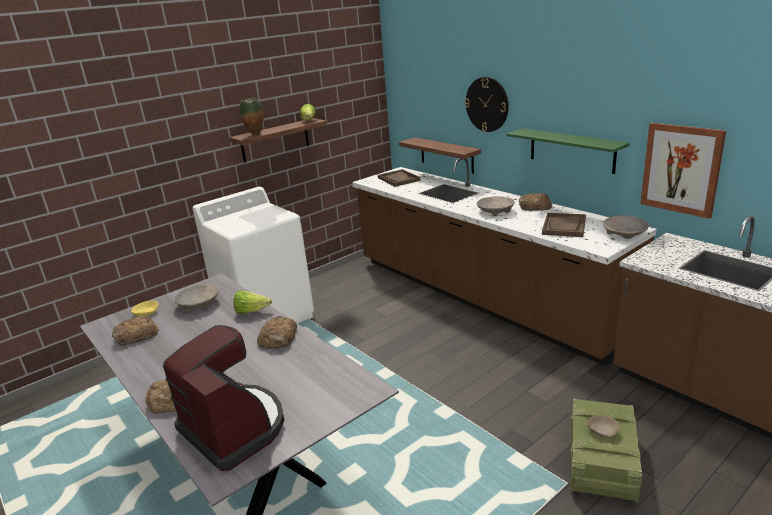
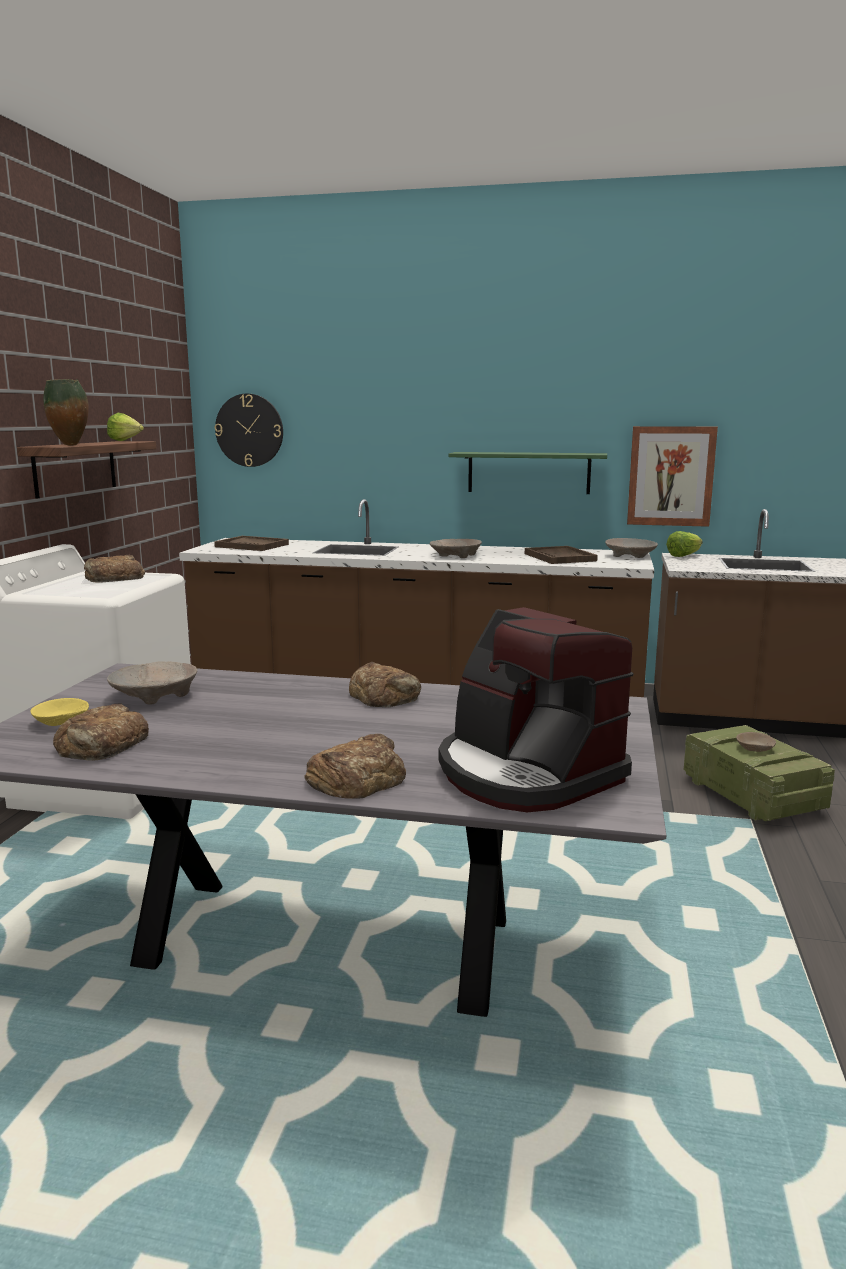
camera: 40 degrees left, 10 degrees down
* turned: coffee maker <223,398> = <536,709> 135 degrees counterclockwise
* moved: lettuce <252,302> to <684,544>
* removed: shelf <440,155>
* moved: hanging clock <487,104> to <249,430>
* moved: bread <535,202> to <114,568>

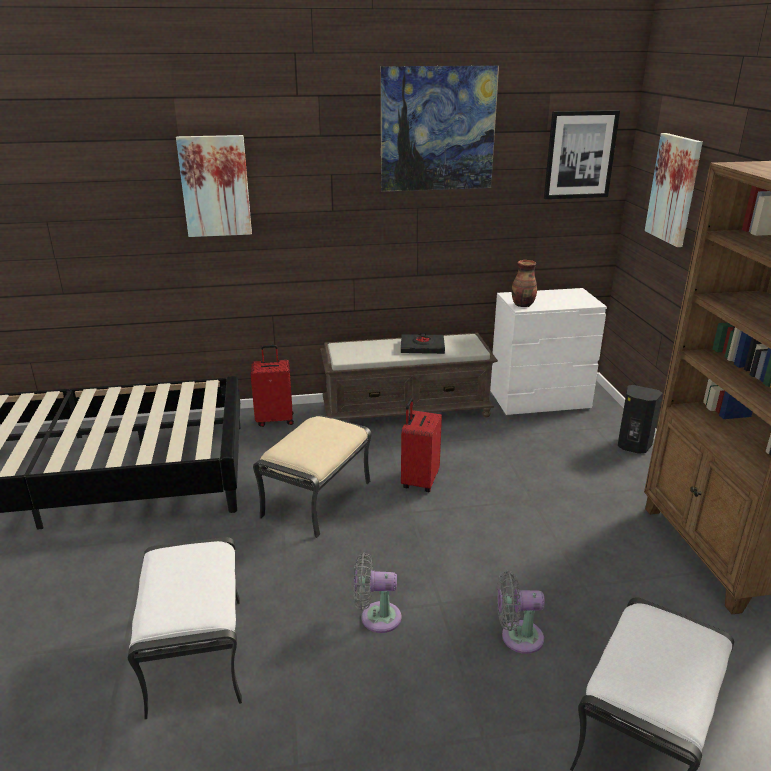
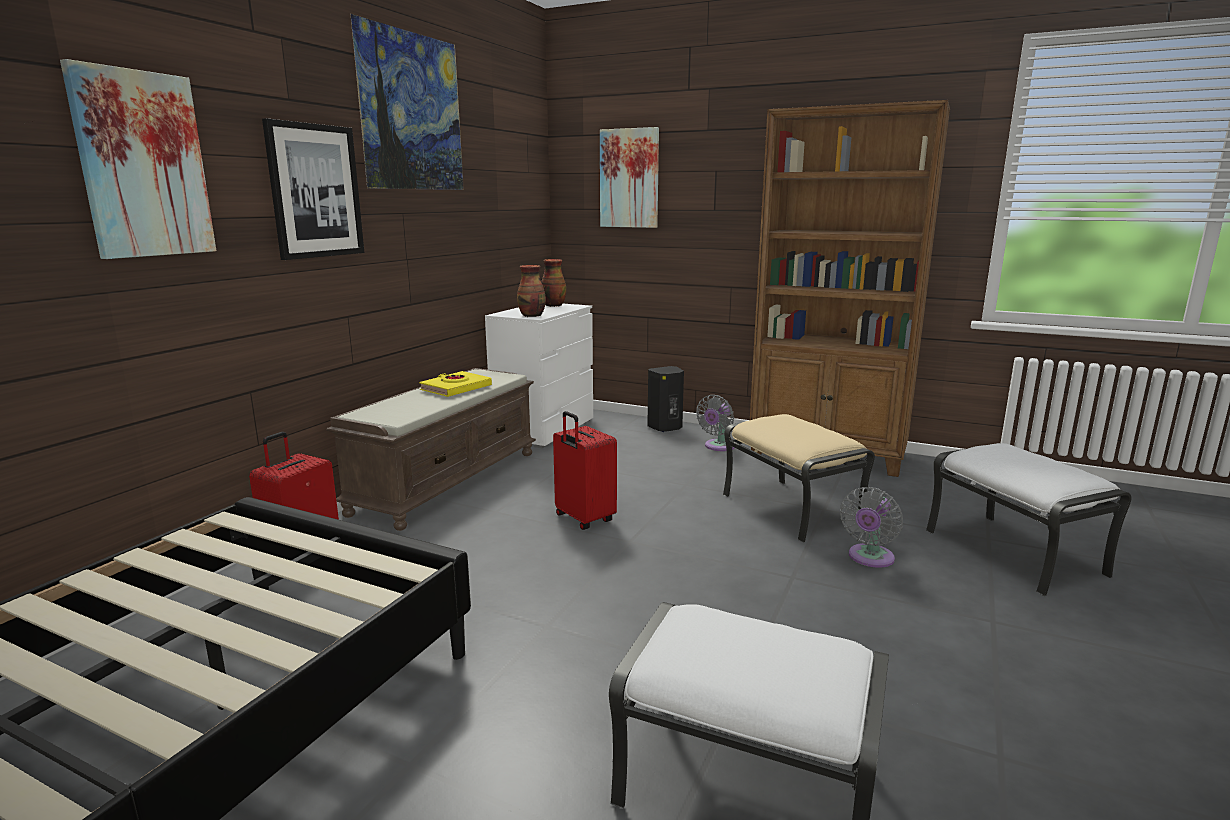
camera: 55 degrees left, 10 degrees down
* moved: ottoman (beige-coloured) <312,476> to <799,478>
* moved: fan (gray) <377,593> to <715,423>
* recoloured: volume (blackish) <423,343> to volume (yellowish) <455,384>
* moved: picture <582,154> to <313,189>
* added: flower vase <553,283>

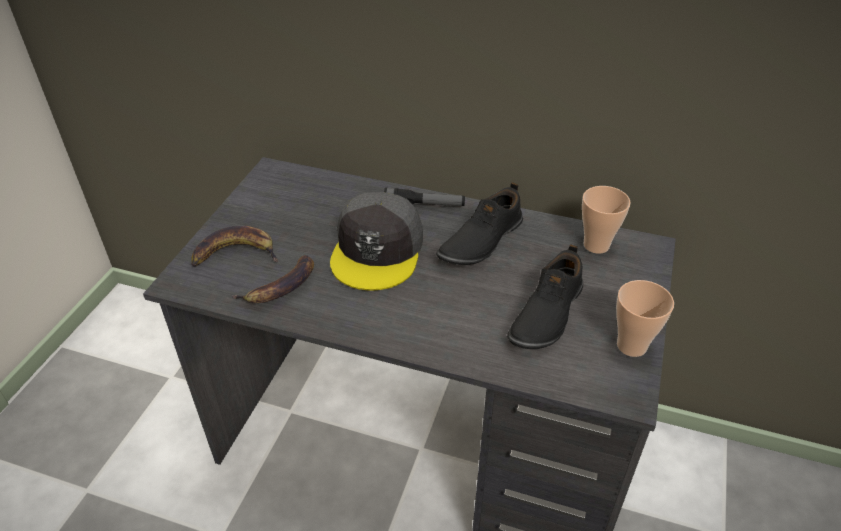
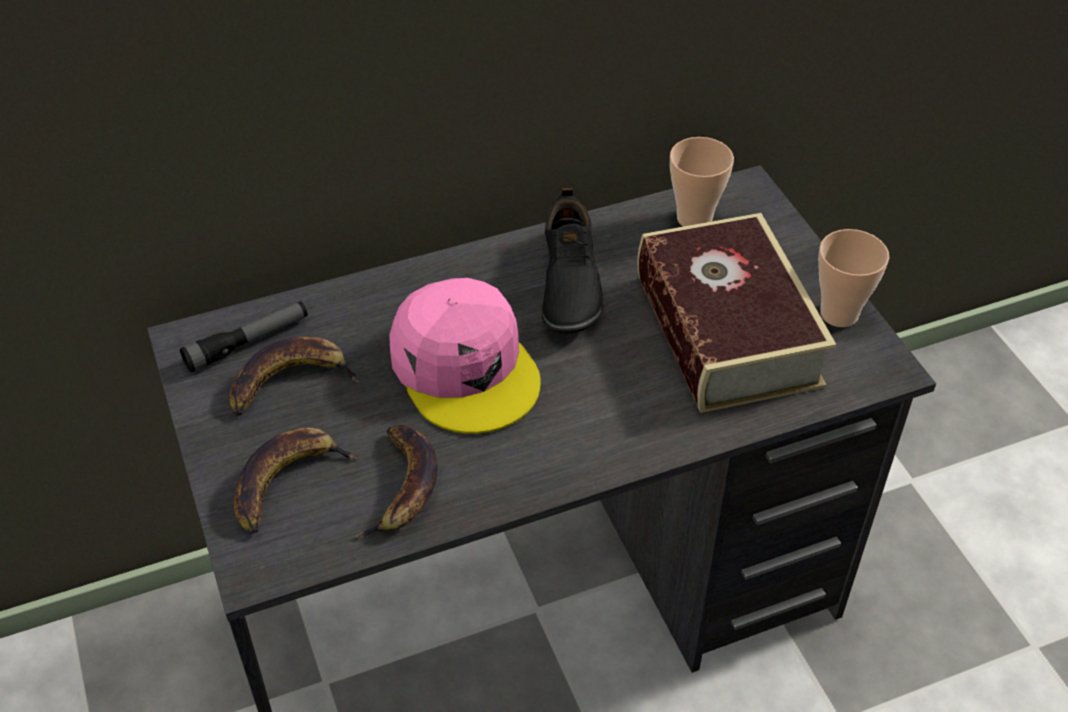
camera: 40 degrees left, 5 degrees up
* recoloured: peaked cap (gray) <376,241> to peaked cap (pink-coloured) <464,356>
* moved: flashlight <424,196> to <244,337>
* replaced: item of footwear (blackish) <545,296> to volume <736,313>
* added: whole banana <295,375>

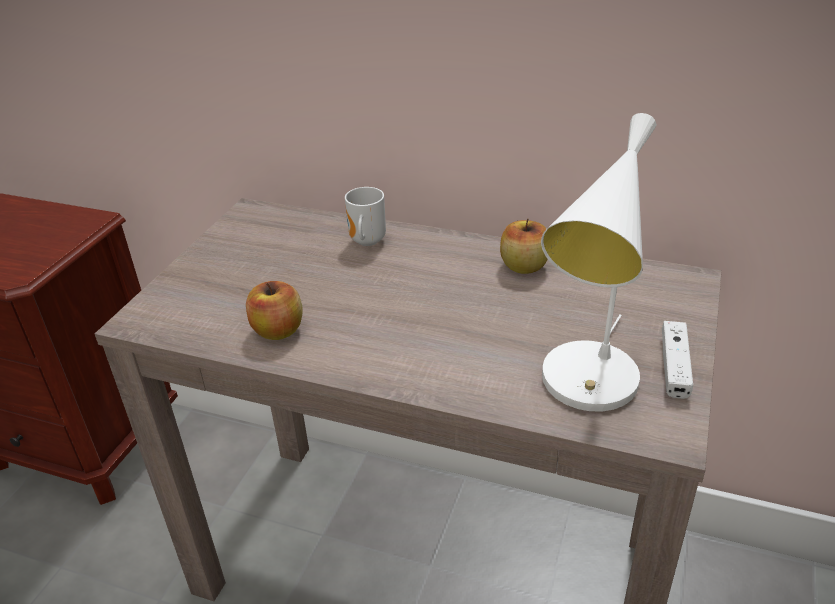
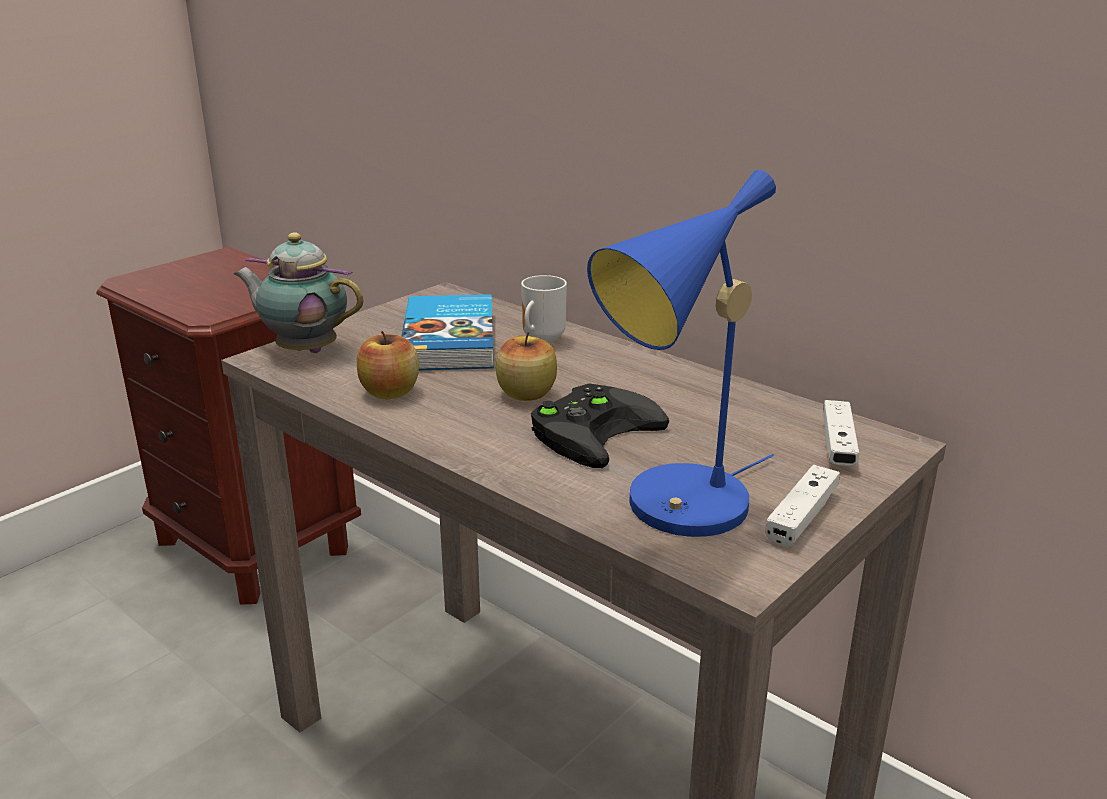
camera: 20 degrees right, 10 degrees down
* moved: apple <524,246> to <526,366>
* recoloured: lamp for a table (whitish) <599,262> to lamp for a table (blue-coloured) <681,353>
* added: teapot <299,292>
* added: volume <447,332>
* added: game controller (blackish) <600,425>
* added: game controller (whitish) <841,433>

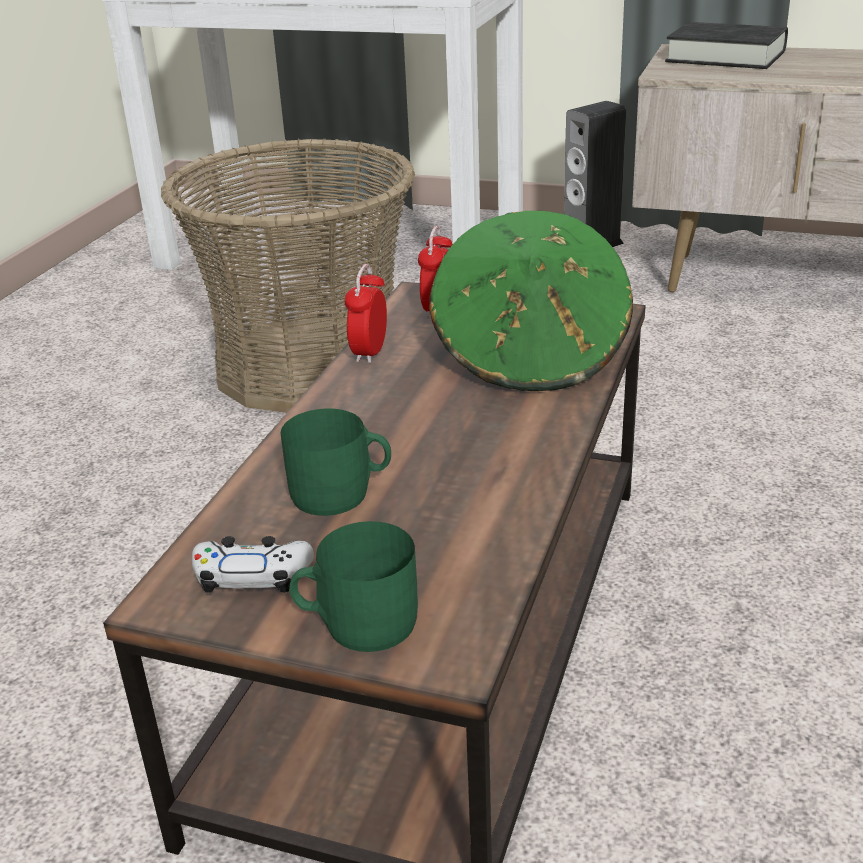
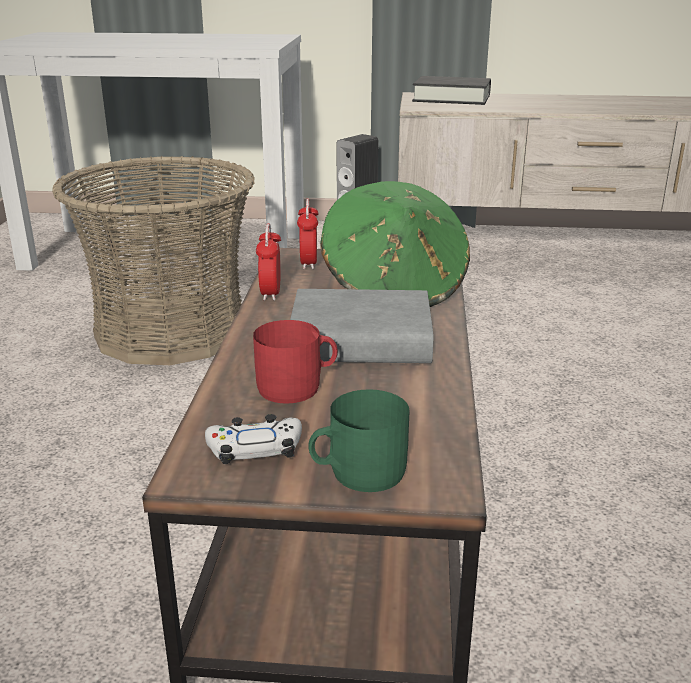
camera: 15 degrees left, 5 degrees down
* recoloured: coffee mug (greenish) <335,462> to coffee mug (reddish) <295,362>
* added: volume (gray) <361,326>

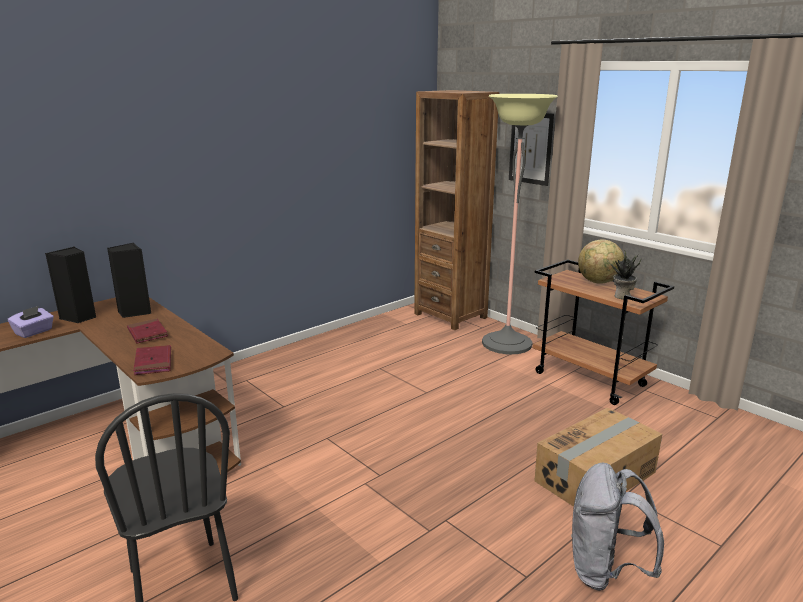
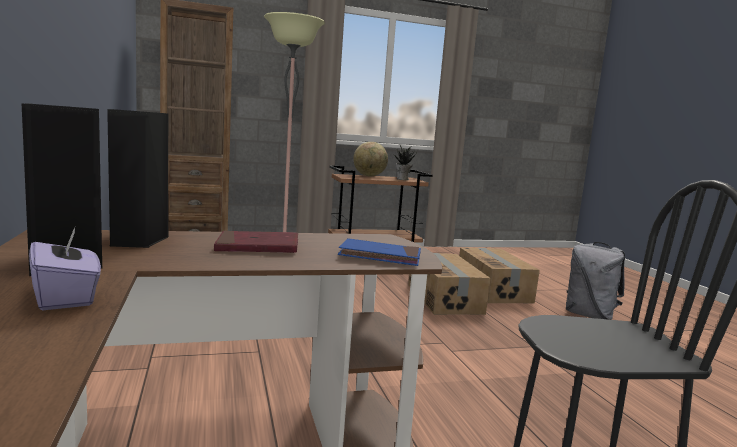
camera: 65 degrees left, 10 degrees down
* recoloured: volume (reddish) <152,360> to volume (blue-coloured) <379,252>
* removed: picture <531,149>
* added: cardboard box <449,284>

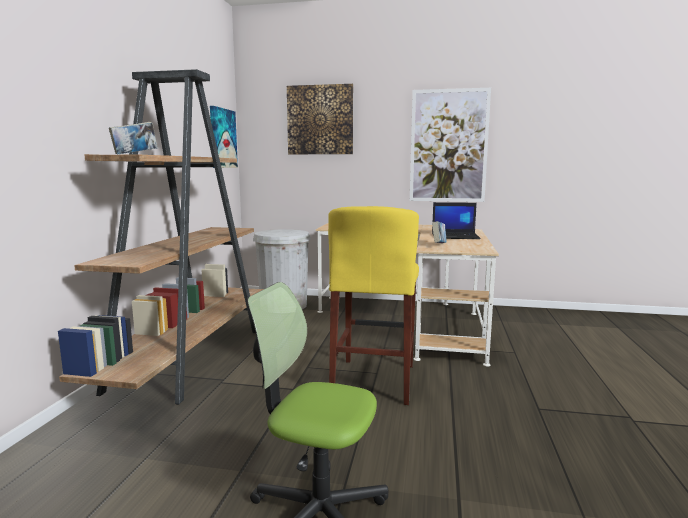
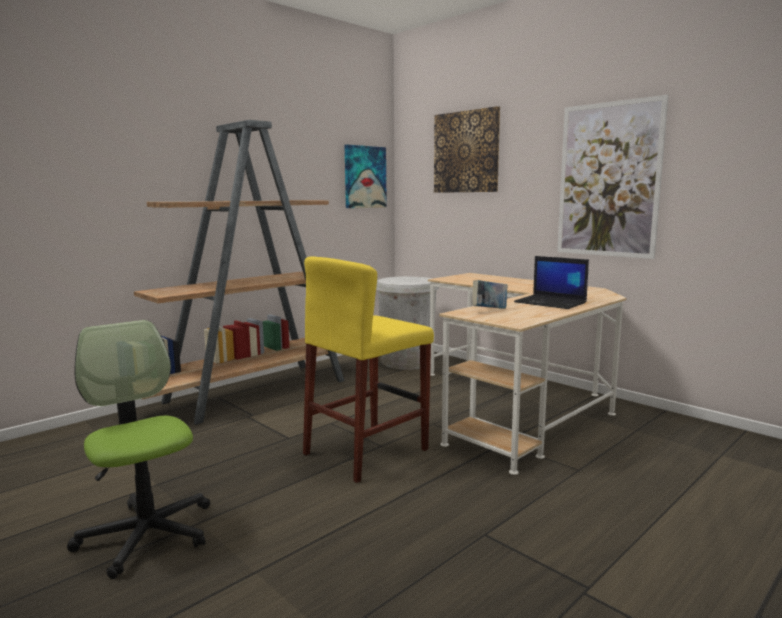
camera: 35 degrees right, 0 degrees up
* removed: volume <133,138>

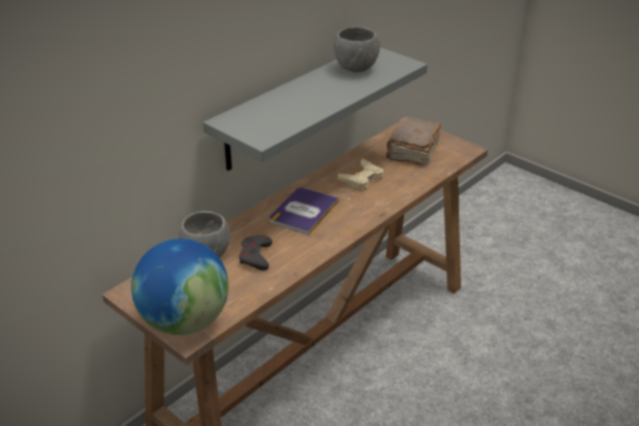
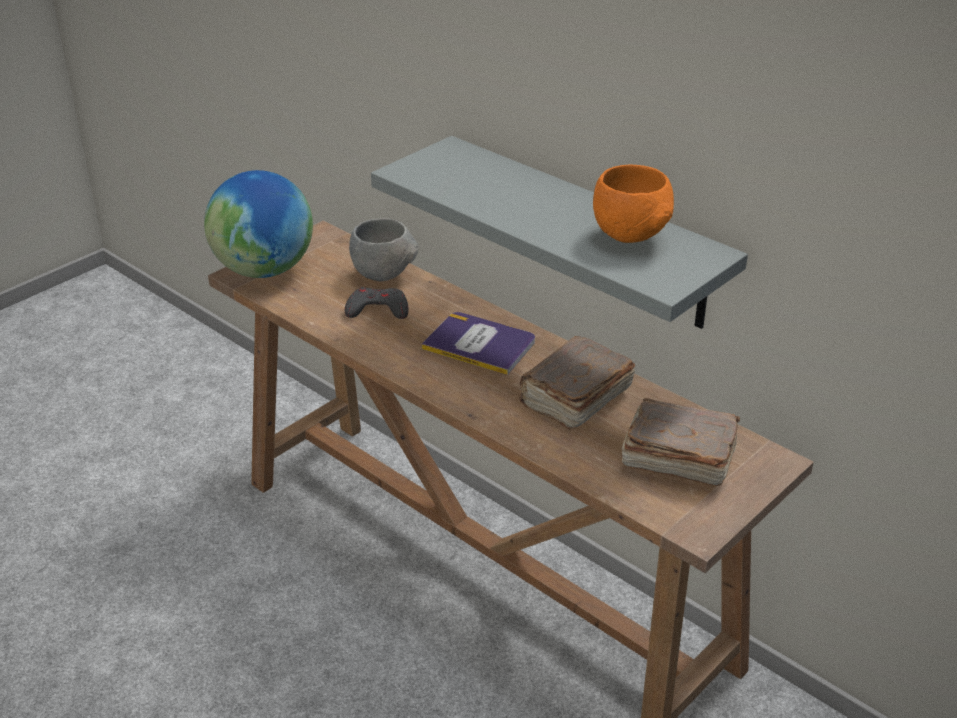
camera: 90 degrees right, 0 degrees up
* recoloured: deep dish (gray) <357,50> to deep dish (orange-coloured) <633,204>
* replaced: game controller (beige-coloured) <361,174> to volume (brownish) <577,383>

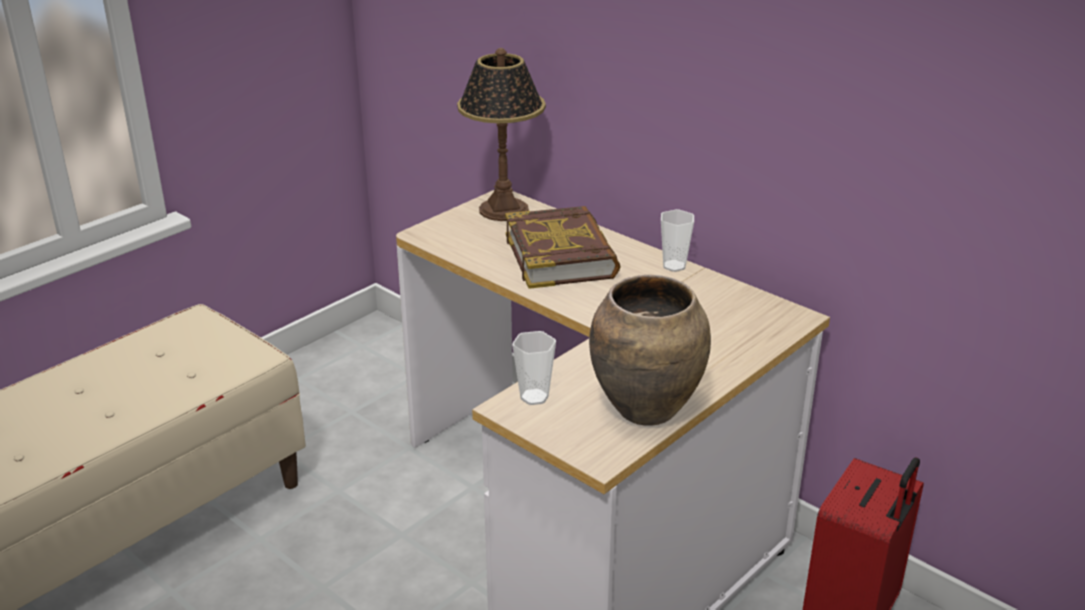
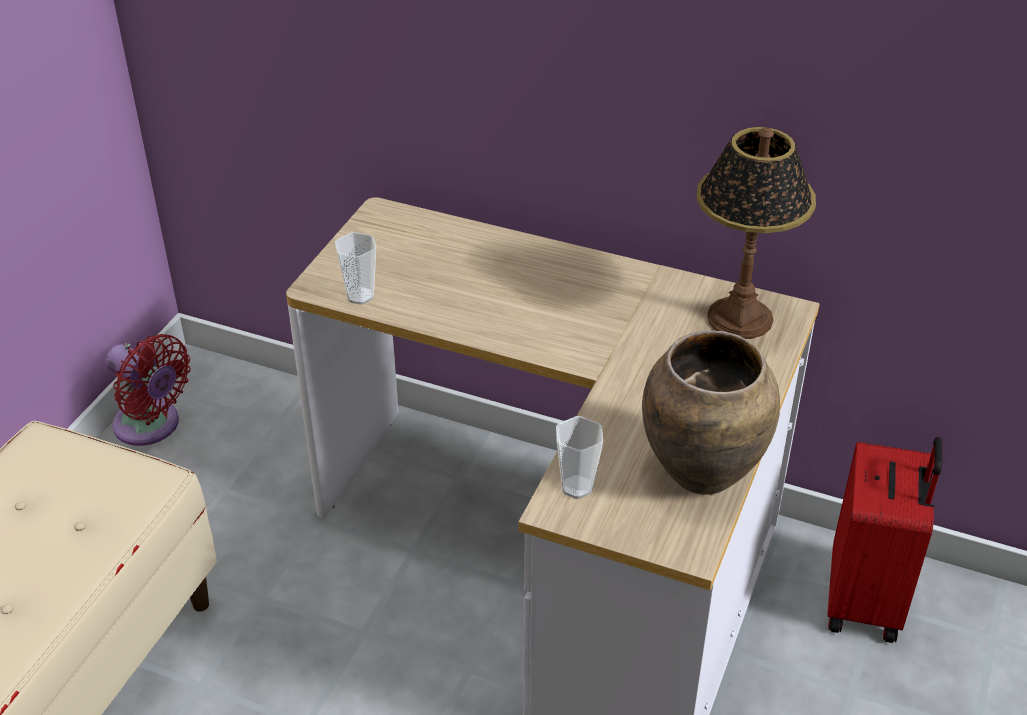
camera: 20 degrees left, 10 degrees up
* moved: lamp for a table <501,134> to <756,233>
* removed: volume <563,247>
* moved: cup <677,240> to <355,268>
* added: fan (reddish) <148,390>

